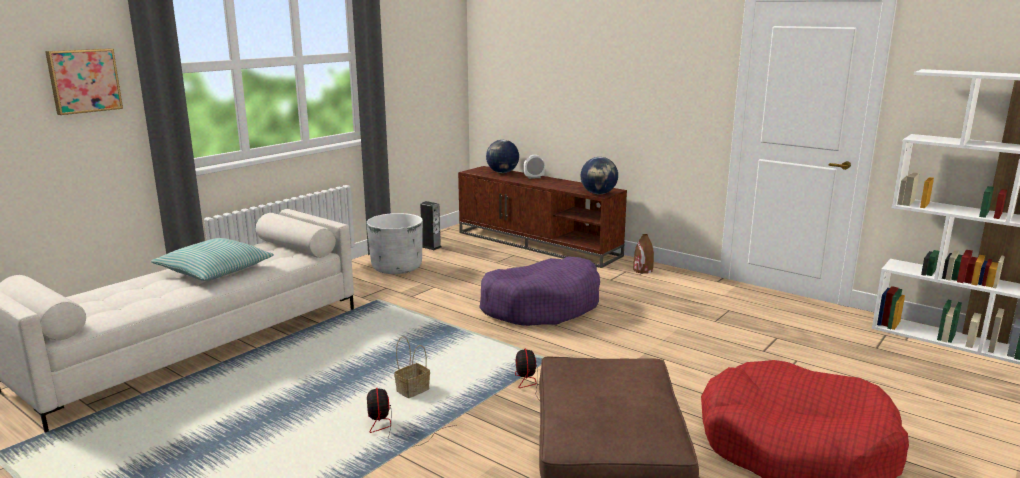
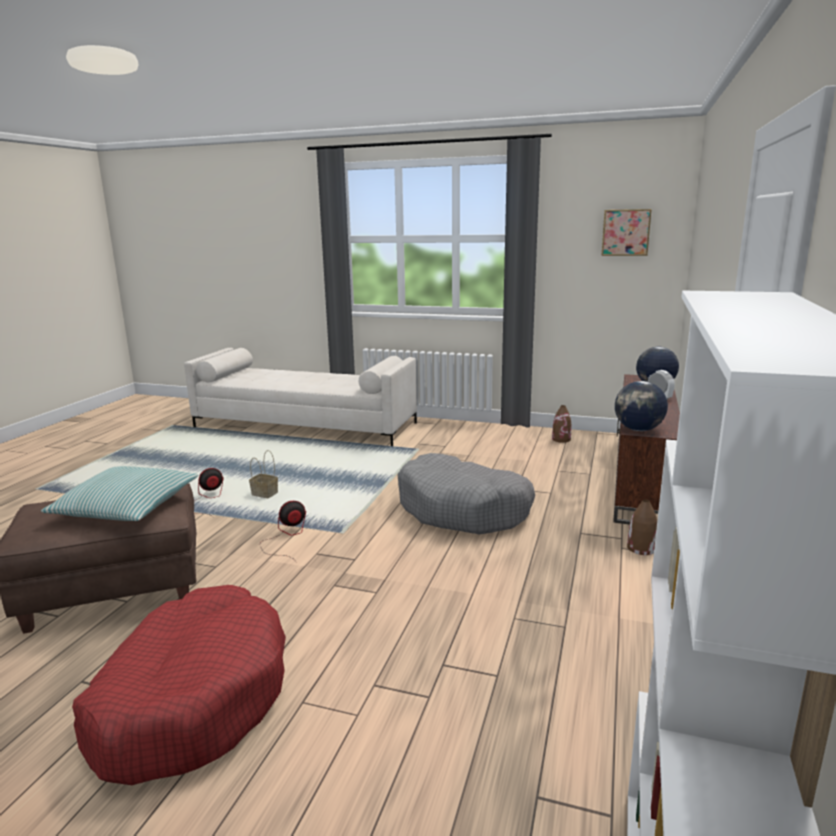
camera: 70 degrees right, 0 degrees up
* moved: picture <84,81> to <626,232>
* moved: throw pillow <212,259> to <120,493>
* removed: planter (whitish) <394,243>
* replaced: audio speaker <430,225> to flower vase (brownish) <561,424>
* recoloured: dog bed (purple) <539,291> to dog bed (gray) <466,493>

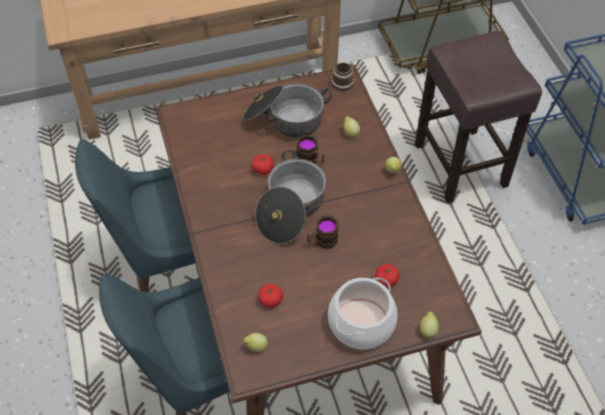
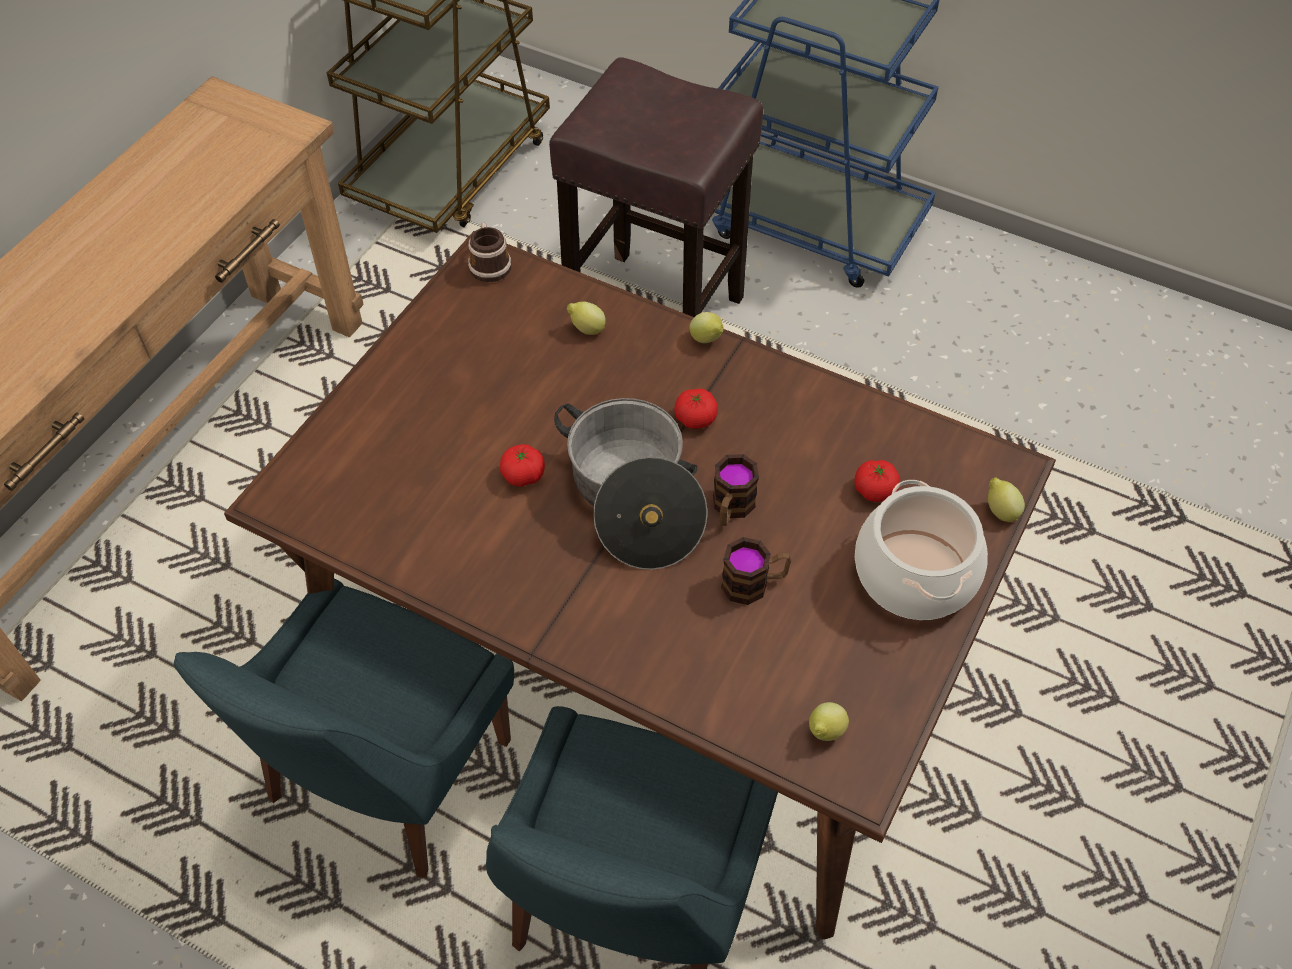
camera: 45 degrees left, 0 degrees up
* removed: cooking pot <287,110>
* moved: whole tomato <270,296> to <696,408>
* moved: coffee mug <311,150> to <756,571>

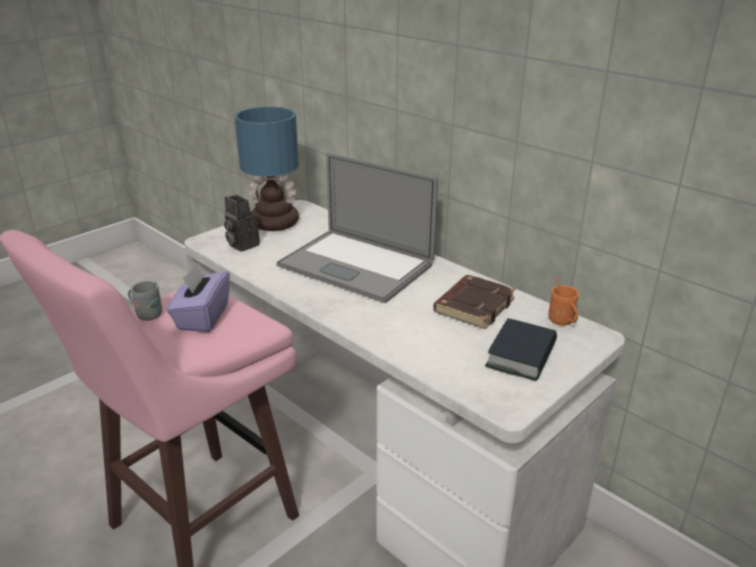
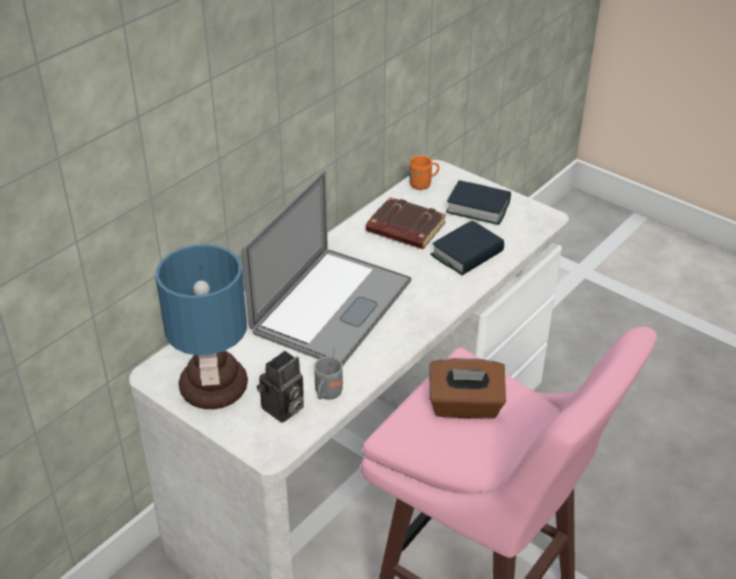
camera: 95 degrees left, 10 degrees up
* moved: coffee mug (gray) <145,301> to <328,374>
* recoloured: box of tissues (purple) <198,297> to box of tissues (brownish) <467,388>
* added: volume <467,247>

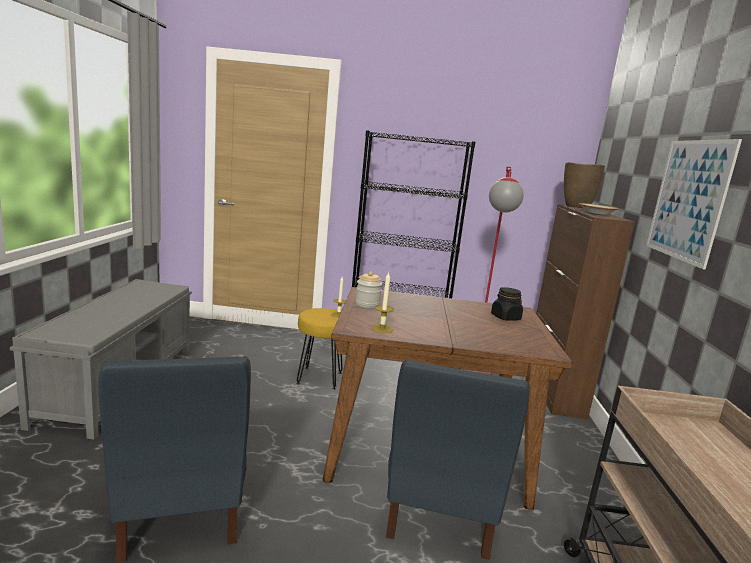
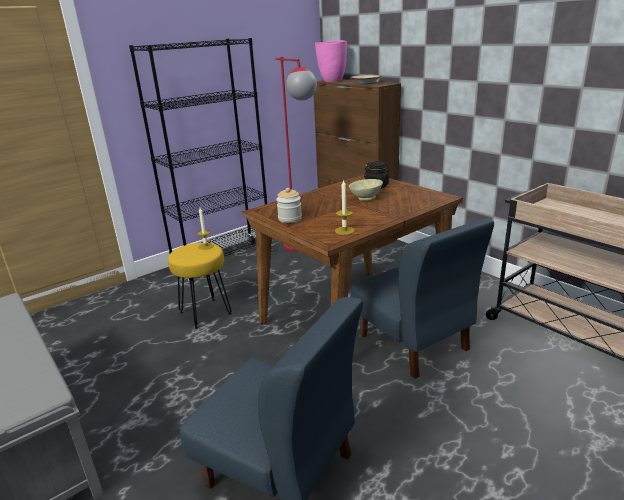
camera: 40 degrees left, 10 degrees up
* recoloured: flower vase (brownish) <584,185> to flower vase (pink-coloured) <331,61>
* removed: picture <694,204>
* added: deep dish (beige-coloured) <366,190>

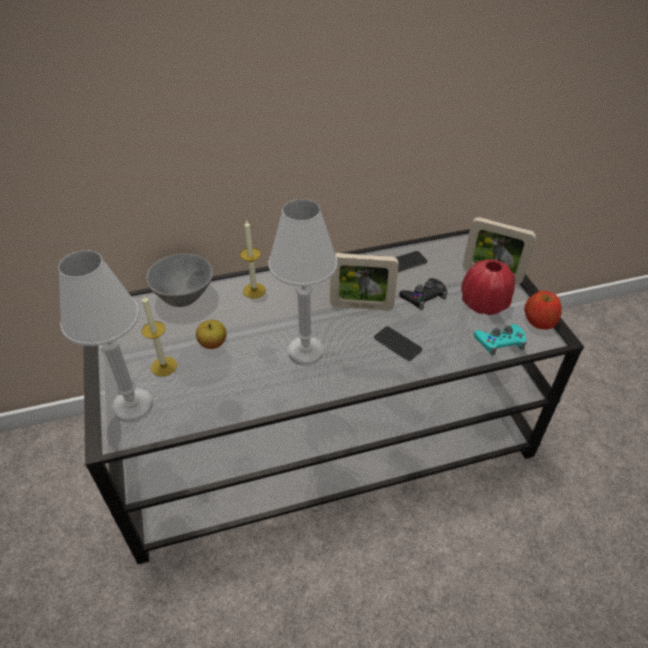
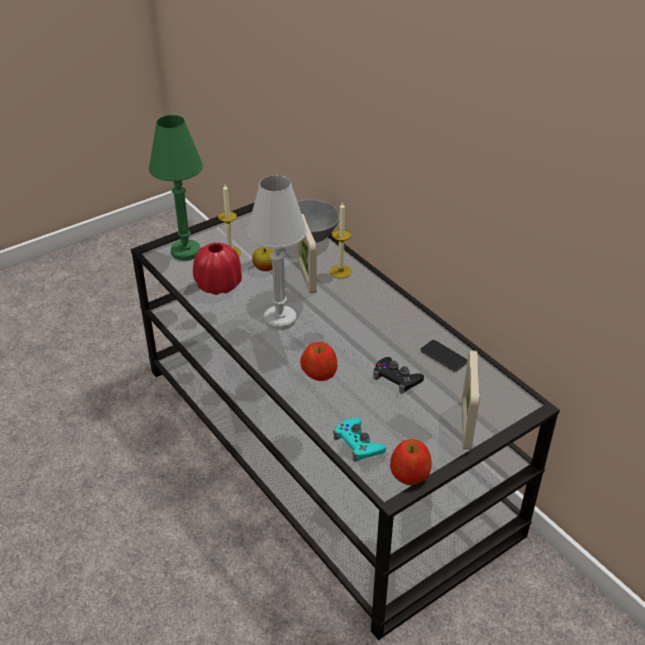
camera: 70 degrees right, 5 degrees down
* recoloured: lamp for a table (whitish) <105,336> to lamp for a table (greenish) <176,188>
* moved: photo frame <364,282> to <307,253>
* replaced: phone <398,343> to apple <318,361>
* moved: flower vase (reddish) <488,287> to <217,268>

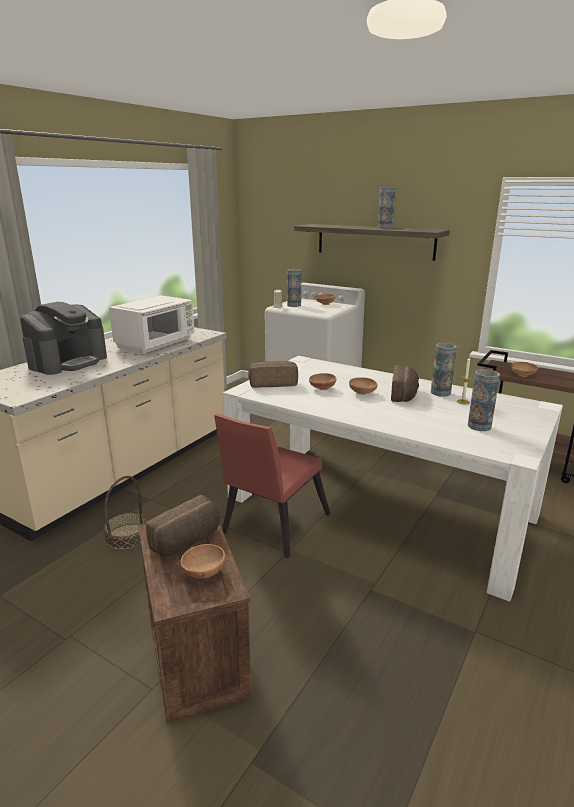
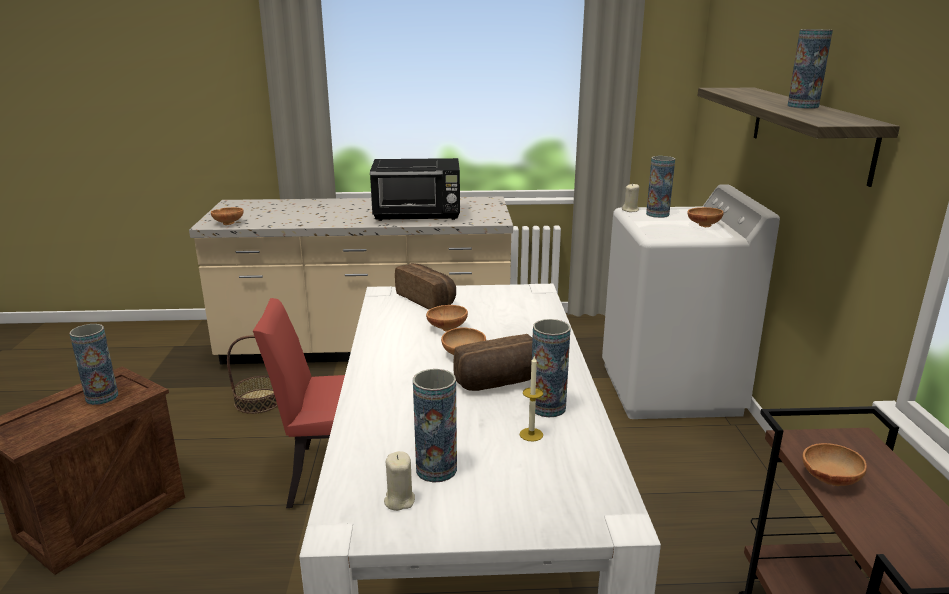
camera: 55 degrees right, 0 degrees up
* removed: coffee maker <63,338>
* recoloured: microwave oven (whitish) <152,324> to microwave oven (blackish) <415,189>
* replaced: bread <183,526> to flower vase <94,364>
* moved: deep dish (brownish) <203,561> to <227,216>
* added: candle (beige-coloured) <399,481>

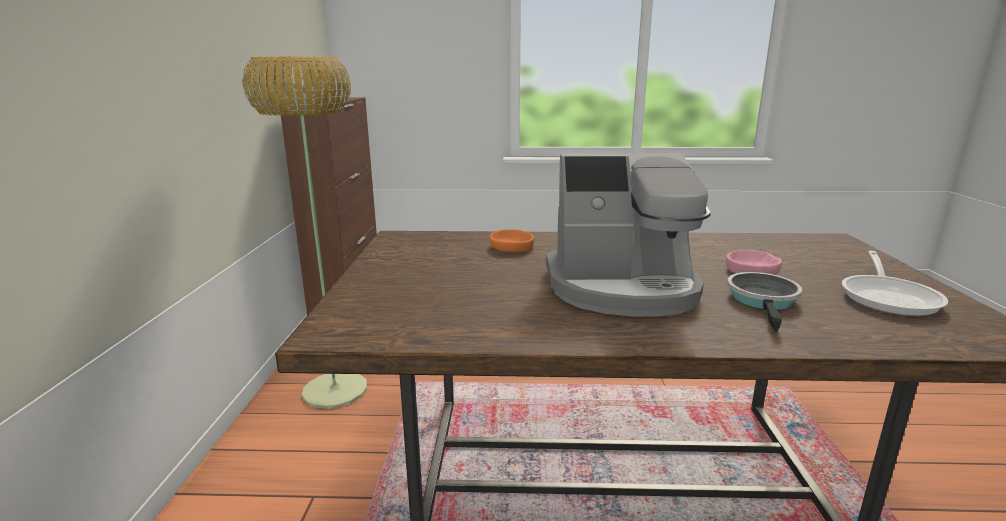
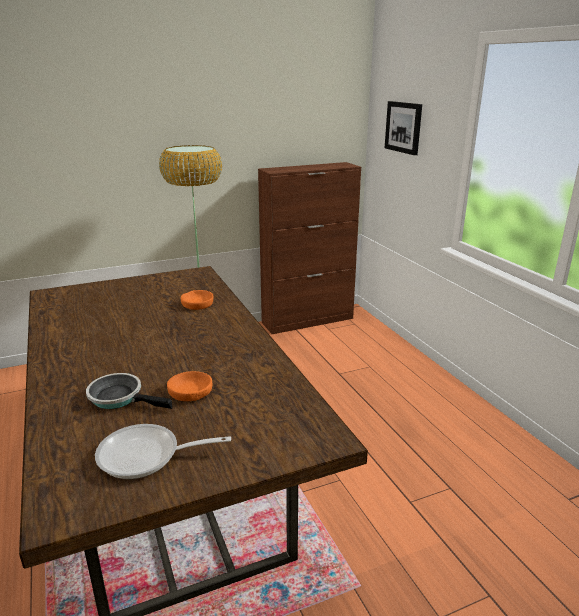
camera: 65 degrees right, 5 degrees up
* removed: coffee maker <628,235>
* recoloured: deep dish (pink-coloured) <754,262> to deep dish (orange-coloured) <189,386>
* turned: pan <764,302> = <129,391> 150 degrees counterclockwise
* added: picture <403,128>

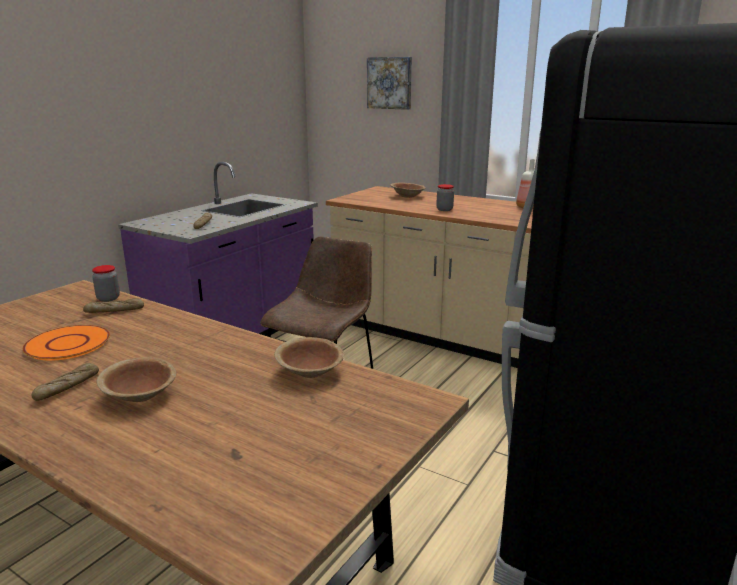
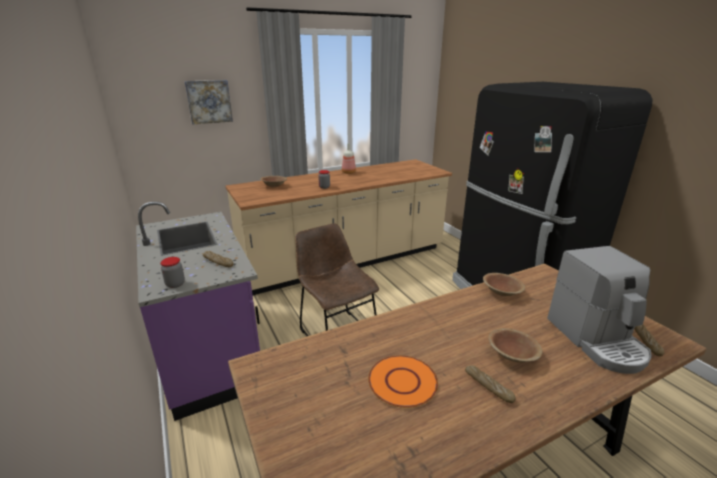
camera: 60 degrees left, 5 degrees up
* moved: bread <113,305> to <649,340>
* moved: jar <106,283> to <172,272>
* added: coffee maker <599,310>

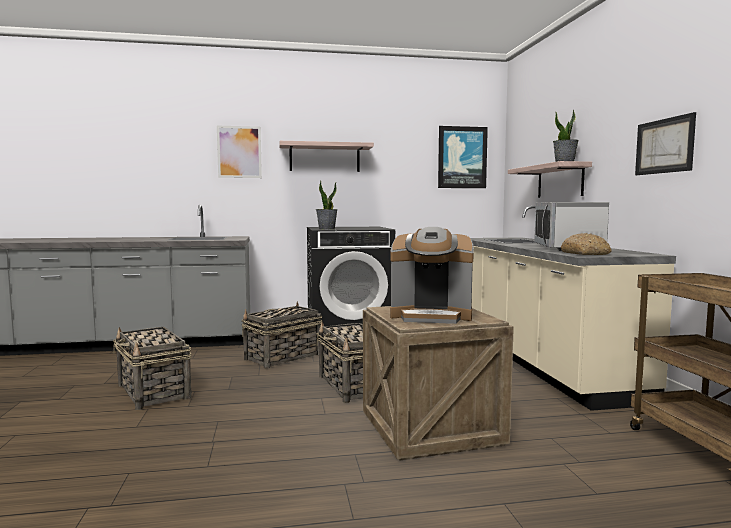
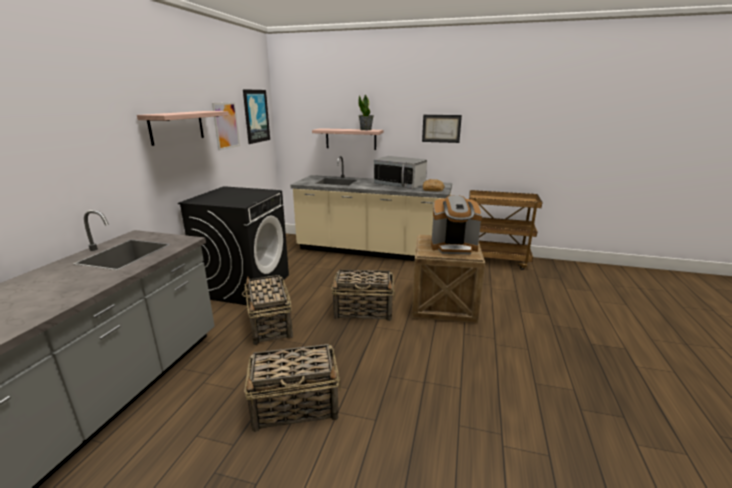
camera: 65 degrees left, 15 degrees up
* moved: picture <239,152> to <226,126>
* removed: houseplant <327,204>
* turned: coffee maker <432,275> = <456,224> 60 degrees clockwise

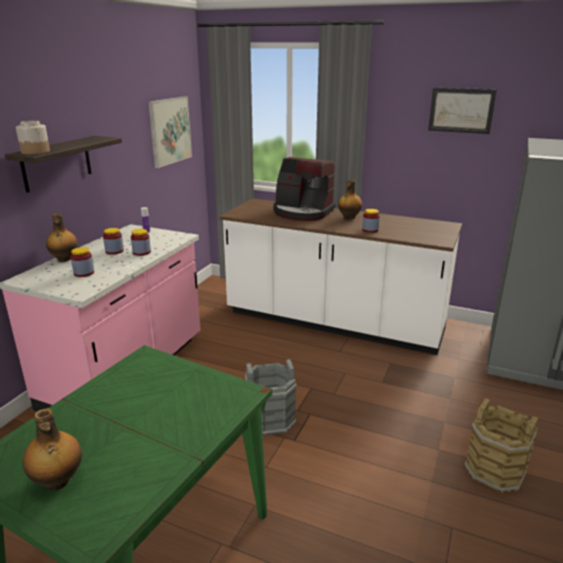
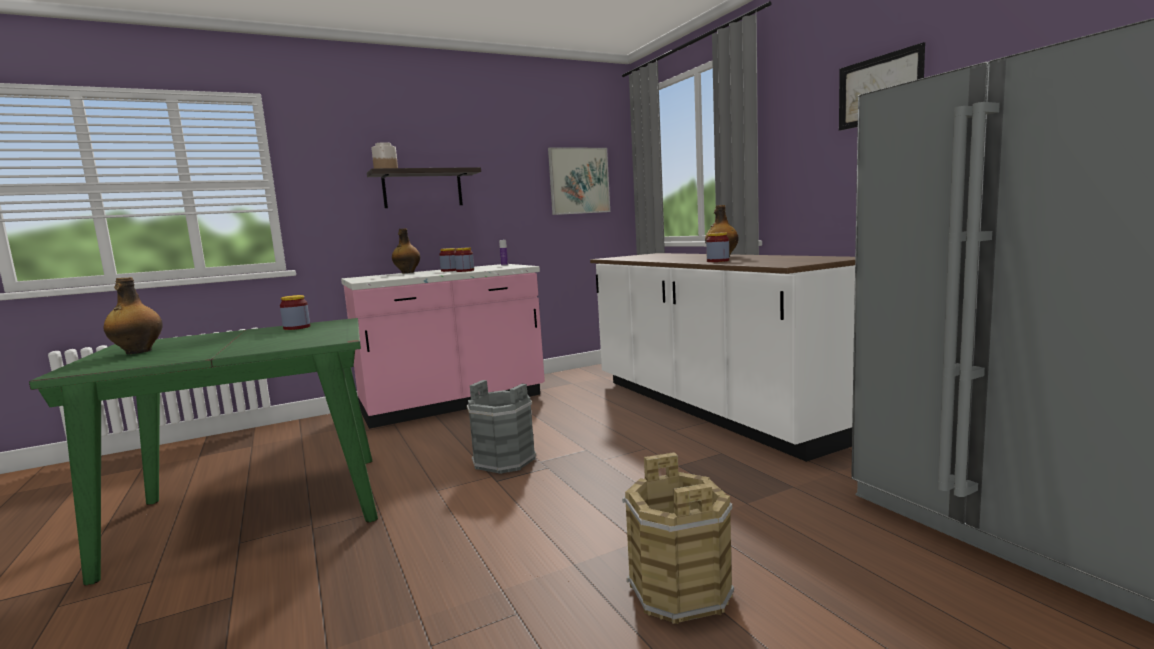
camera: 40 degrees right, 15 degrees down
* moved: jar <82,262> to <295,312>
* removed: coffee maker <304,189>

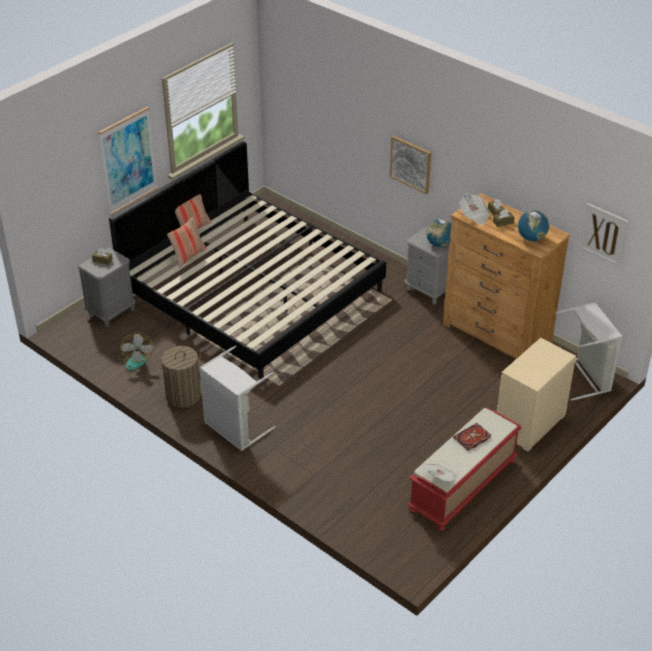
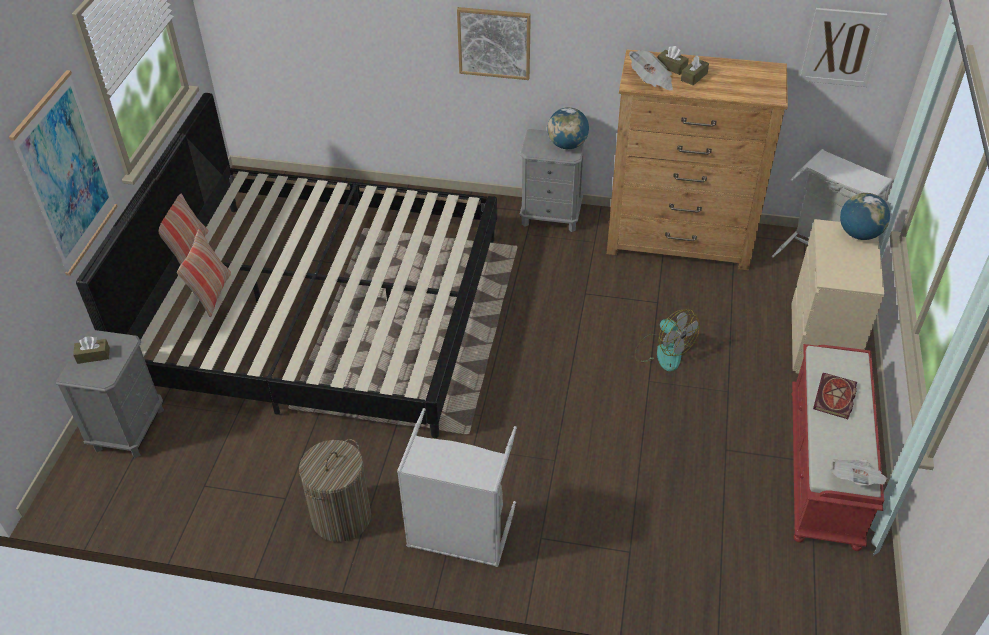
camera: 30 degrees left, 5 degrees up
* moved: fan <135,352> to <667,340>
* moved: desk globe <533,225> to <865,216>

